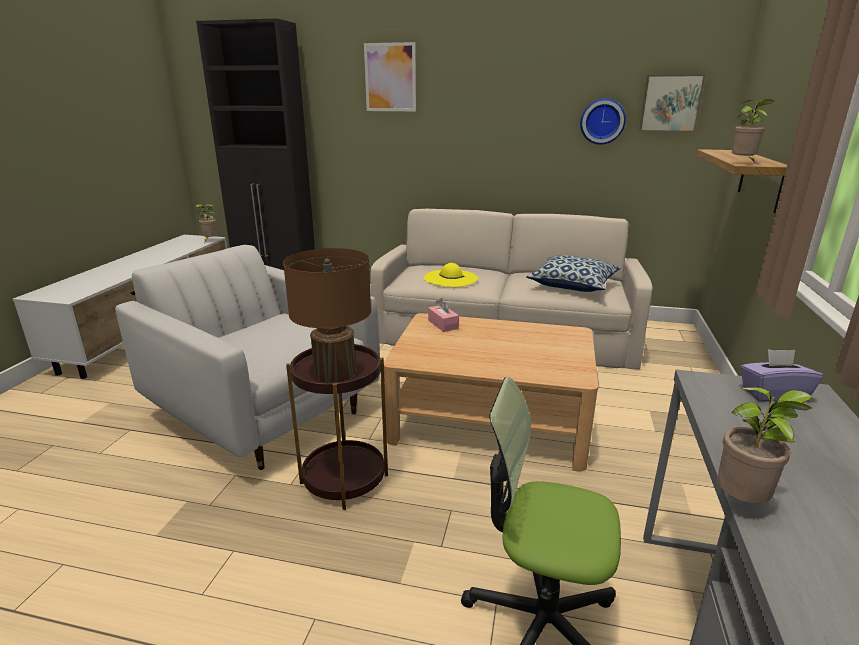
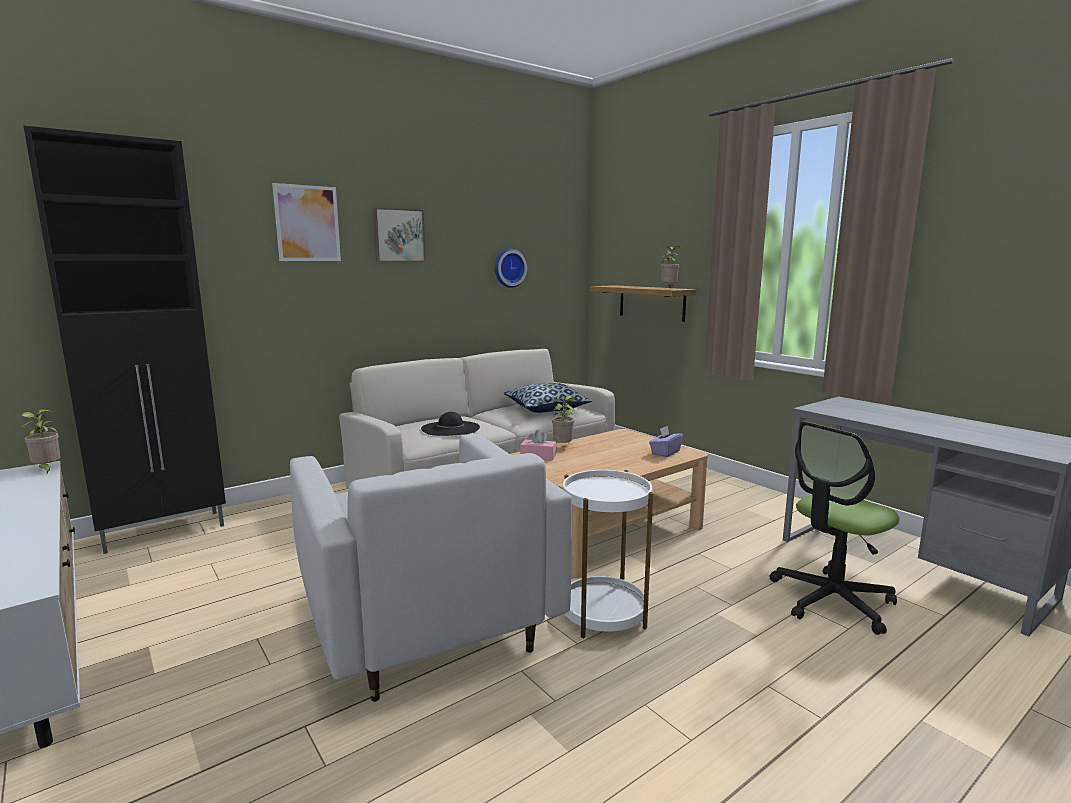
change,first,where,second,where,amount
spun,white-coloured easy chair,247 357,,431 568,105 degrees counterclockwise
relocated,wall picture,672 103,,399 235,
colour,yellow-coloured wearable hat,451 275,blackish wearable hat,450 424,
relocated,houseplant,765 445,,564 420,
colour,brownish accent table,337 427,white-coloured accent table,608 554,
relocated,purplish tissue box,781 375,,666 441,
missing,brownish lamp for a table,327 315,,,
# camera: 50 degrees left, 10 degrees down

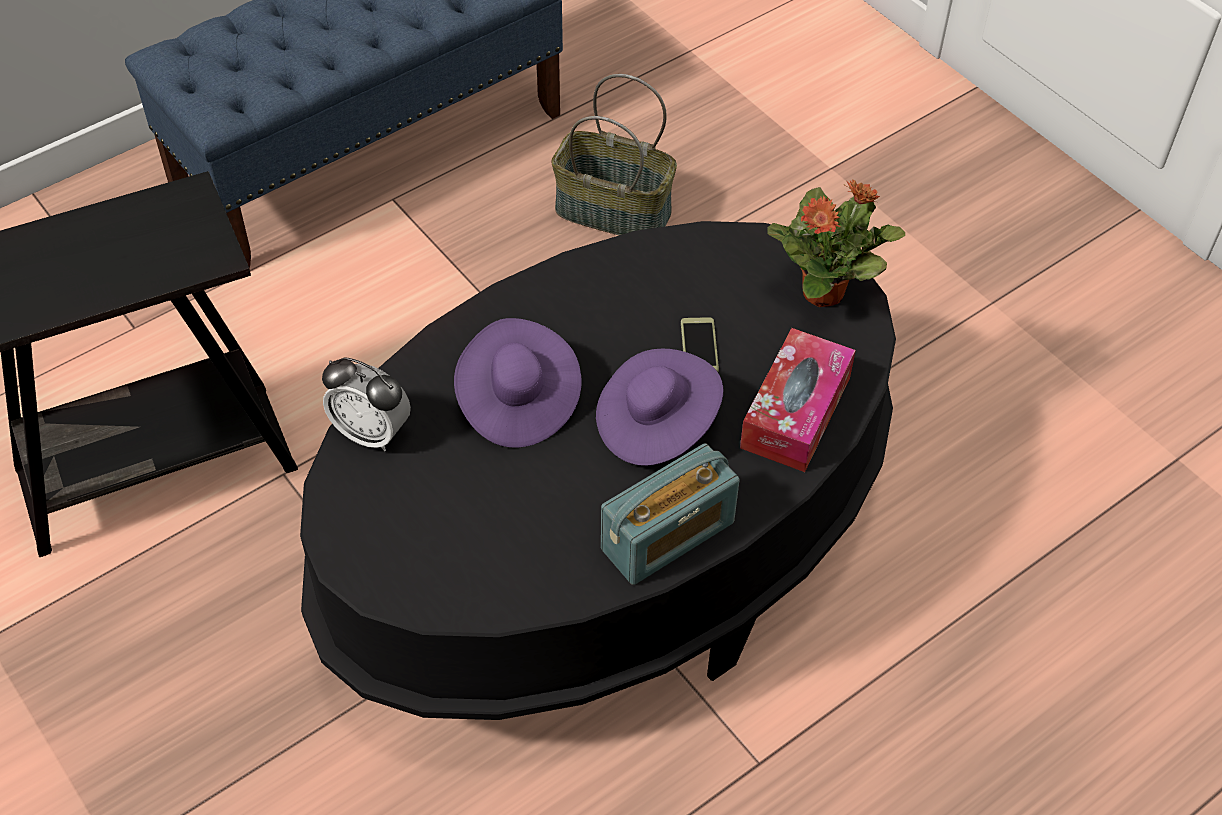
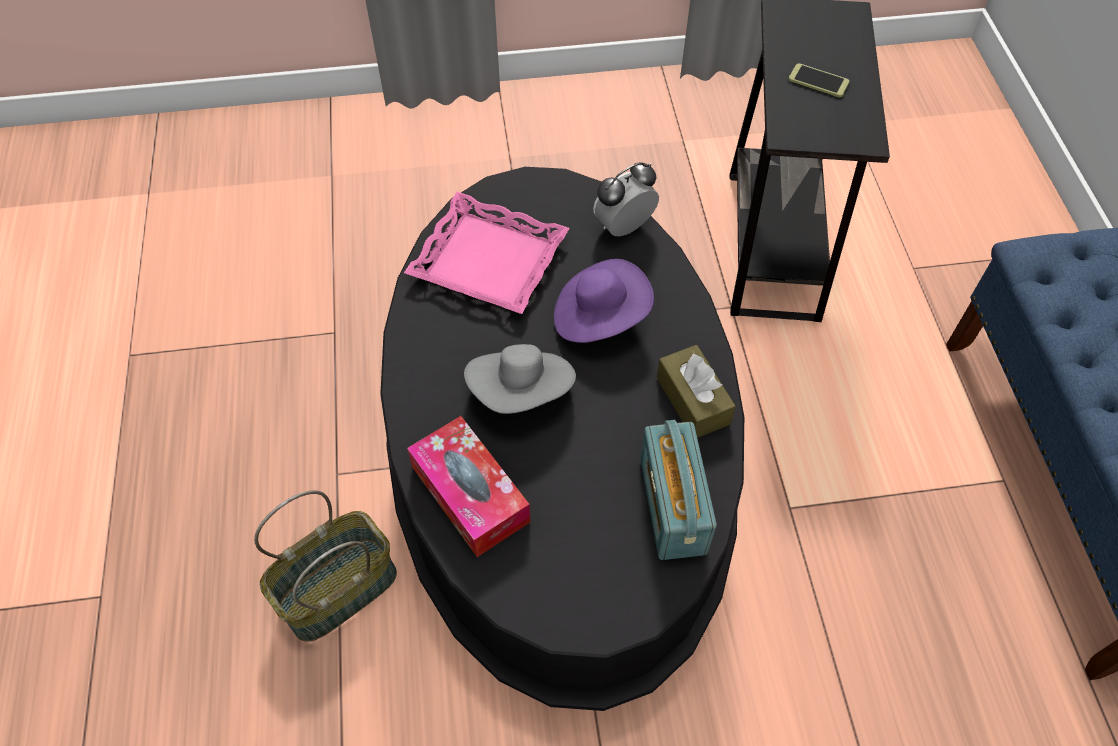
change,first,where,second,where,amount
relocated,household basket,614 155,,325 566,
appeared,,,pink-coloured tray,486 253,
colour,purplish wearable hat,659 407,gray wearable hat,520 379,
relocated,radio receiver,670 514,,678 490,
appeared,,,brownish tissue box,696 391,
relocated,phone,700 344,,819 80,
missing,houseplant,836 243,,,
# camera: 120 degrees right, 5 degrees up

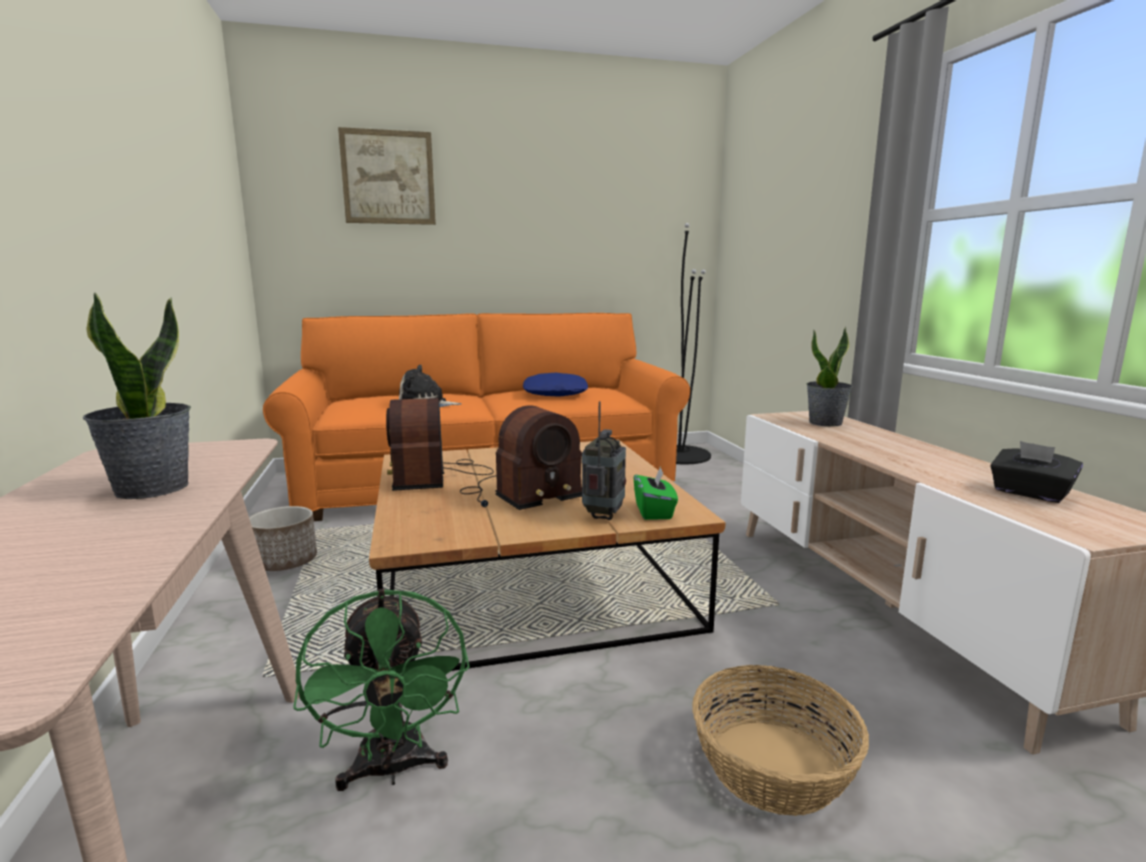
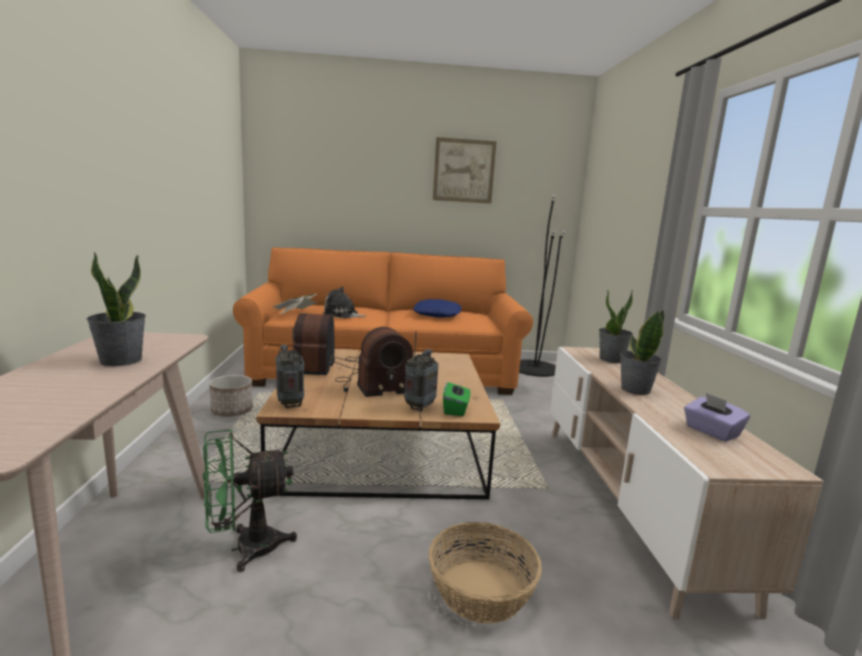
change,first,where,second,where,amount
spun,greenish fan,381 690,,250 500,75 degrees clockwise
appeared,,,volume,295 303,
appeared,,,radio receiver,290 367,
relocated,wall picture,387 176,,465 170,
appeared,,,houseplant,642 352,
colour,blackish tissue box,1036 472,purplish tissue box,717 417,
# camera: 10 degrees right, 0 degrees up

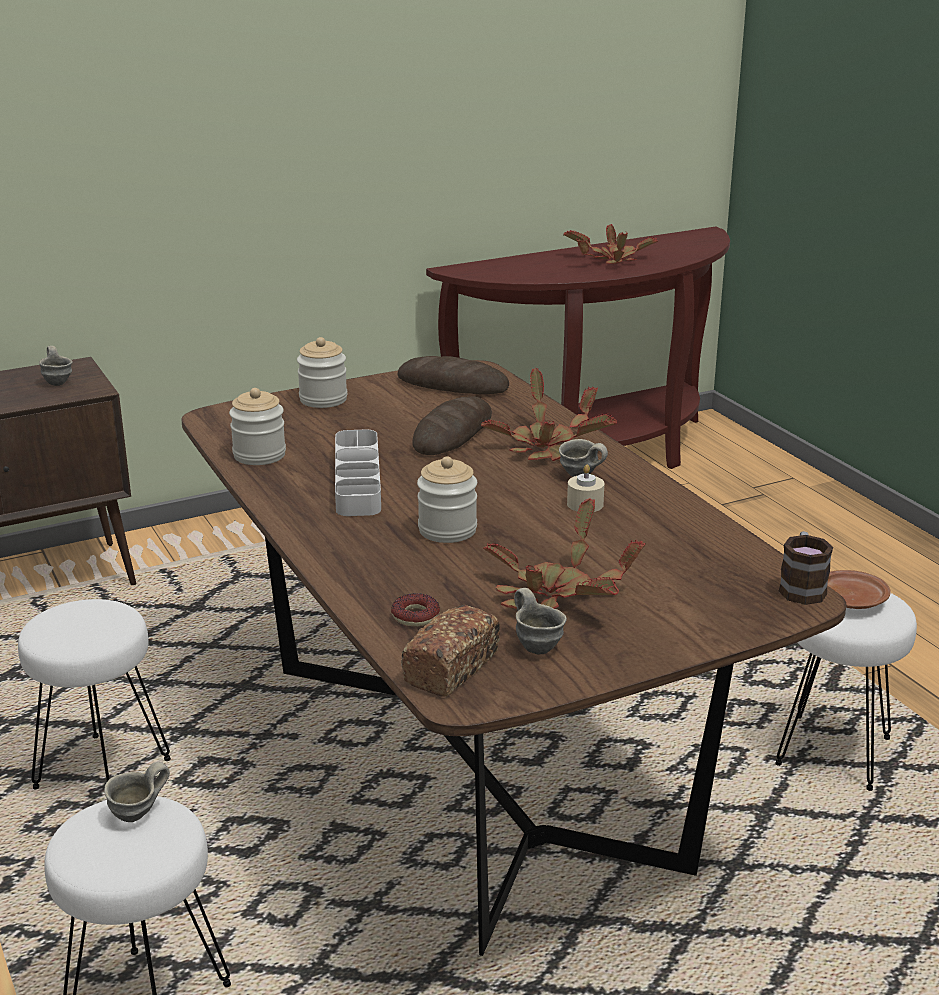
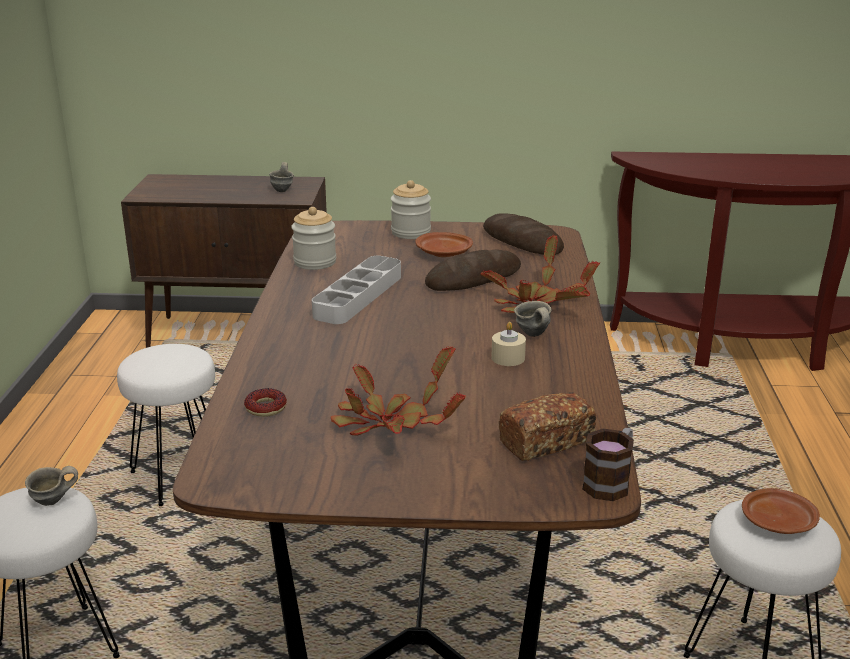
change,first,where,second,where,amount
appeared,,,brownish flat dish,444 244,
relocated,bakery bread,450 651,,547 426,
missing,preserve jar,447 499,,,
missing,gray tea mug,540 621,,,
missing,houseplant,610 244,,,
# camera: 30 degrees right, 0 degrees up

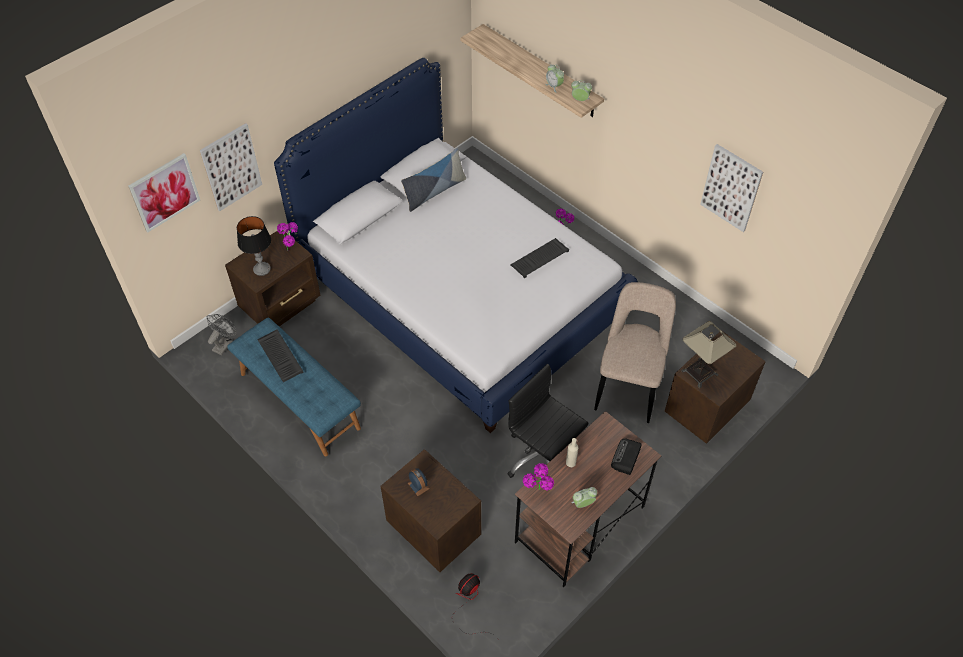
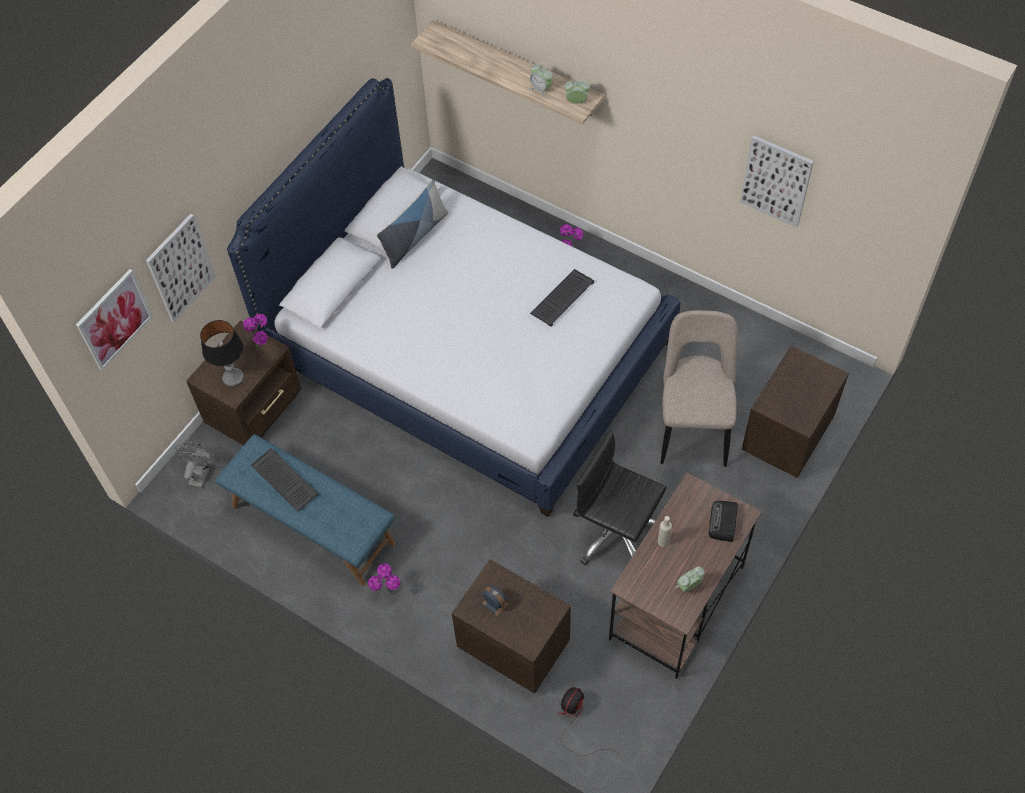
change,first,where,second,where,amount
relocated,houseplant,538 476,,384 577,
missing,lamp for a table,708 354,,,
# camera: 10 degrees left, 5 degrees up

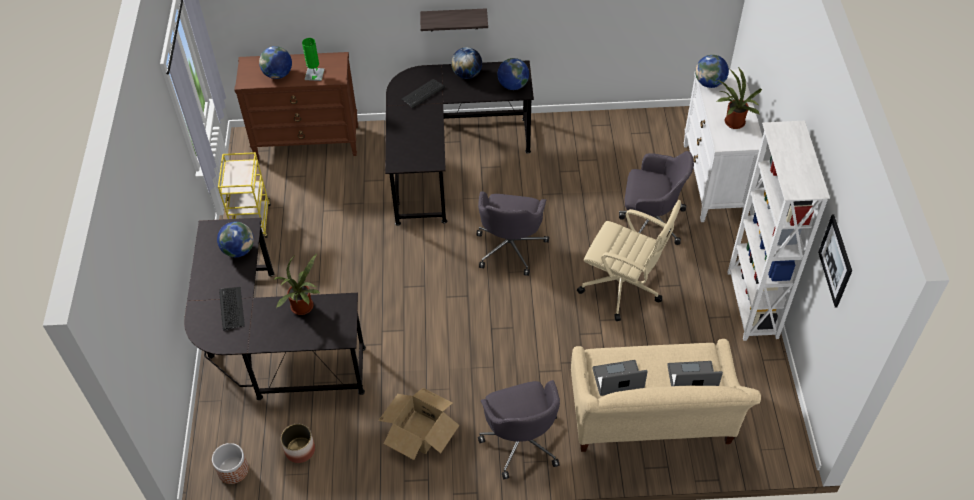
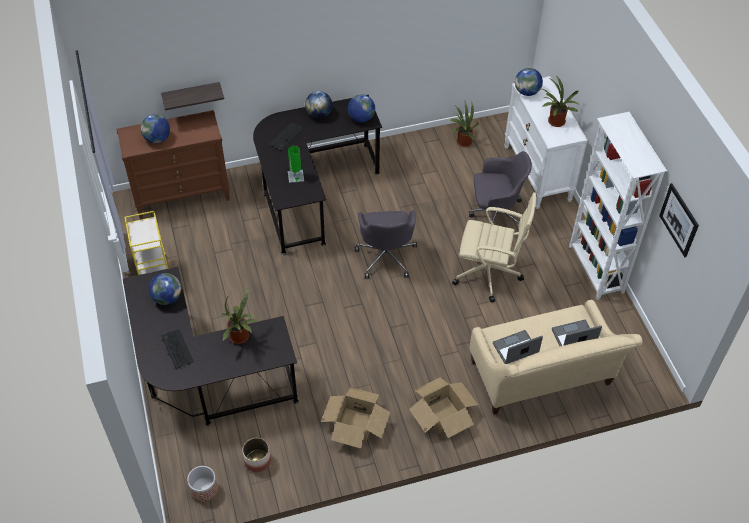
change,first,where,second,where,amount
relocated,shelf,454 19,,192 96,
relocated,greenish lamp for a table,313 59,,296 164,
exchanged,gray computer chair,519 429,packing box,443 407,
appeared,,,houseplant,464 124,
# camera: 15 degrees left, 0 degrees up

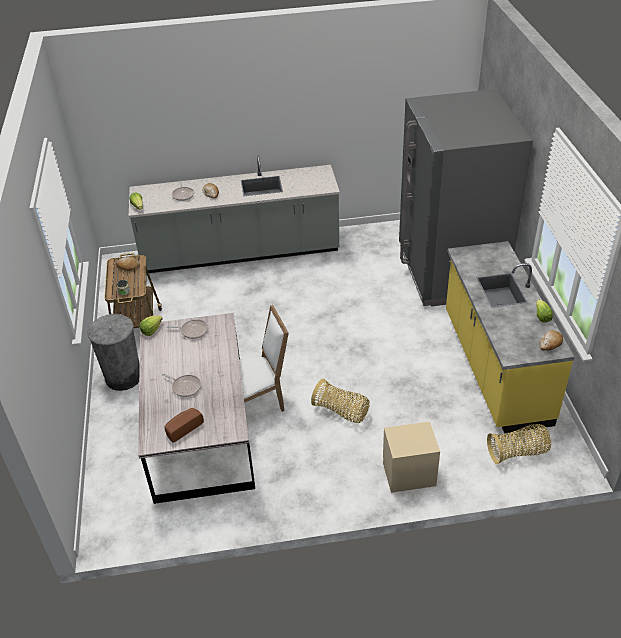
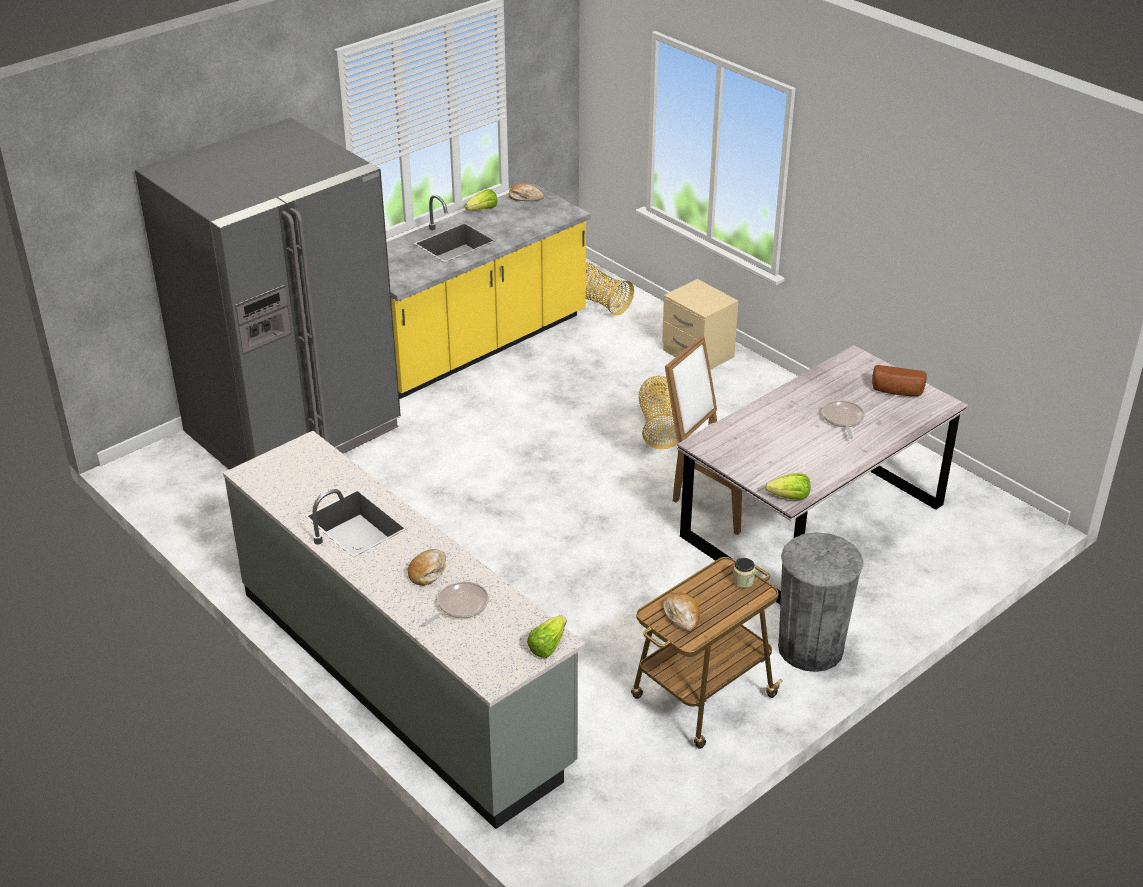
change,first,where,second,where,amount
missing,pan,187 329,,,
# camera: 125 degrees left, 5 degrees down

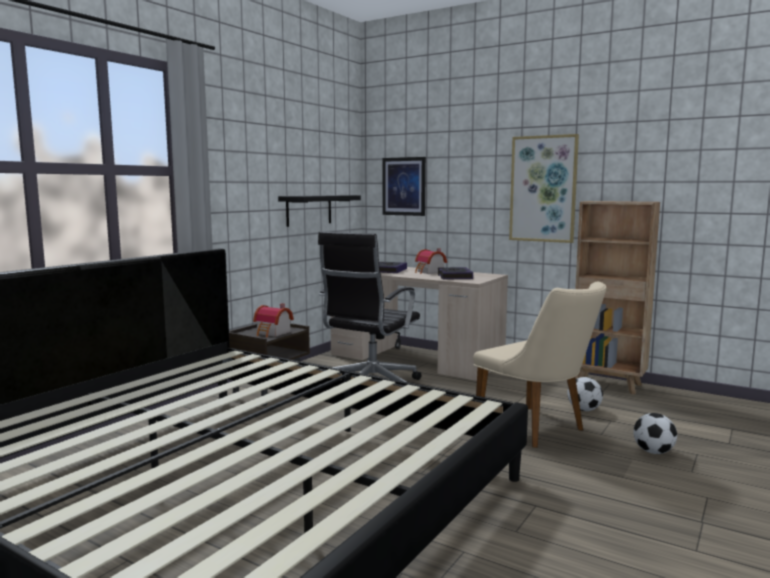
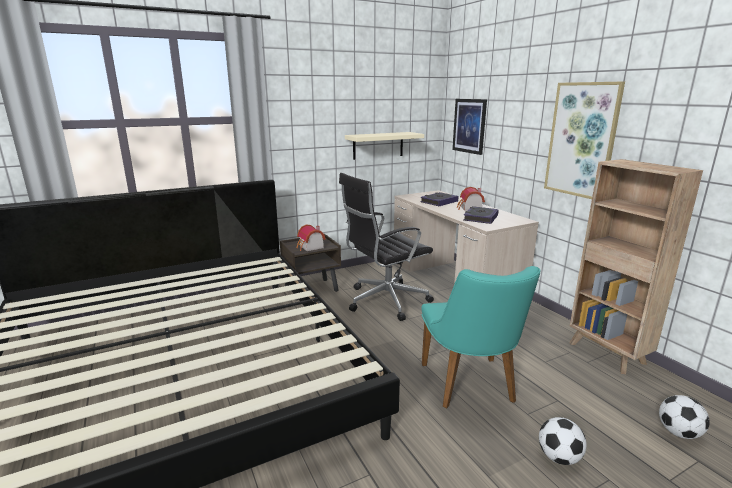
change,first,where,second,where,amount
colour,blackish shelf,319 211,beige-coloured shelf,384 146,
colour,beige-coloured upright chair,539 365,turquoise upright chair,480 337,
relocated,football ball,585 394,,684 417,
# camera: 30 degrees right, 10 degrees up

